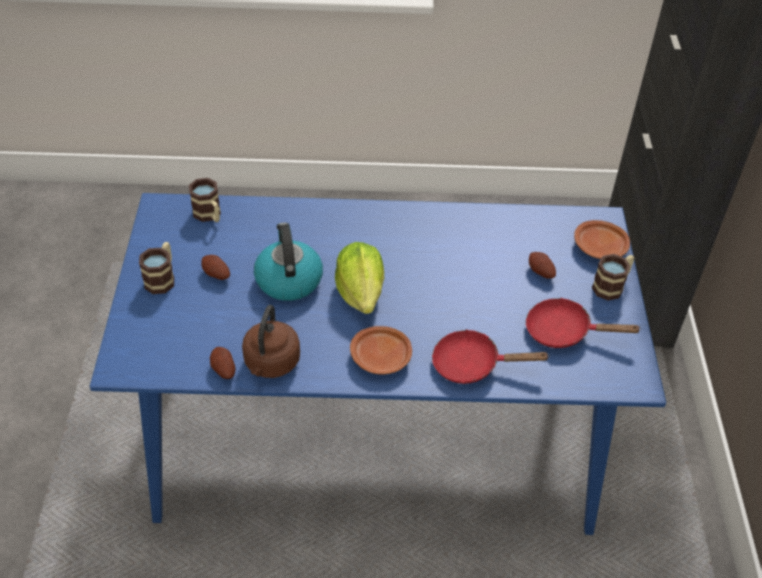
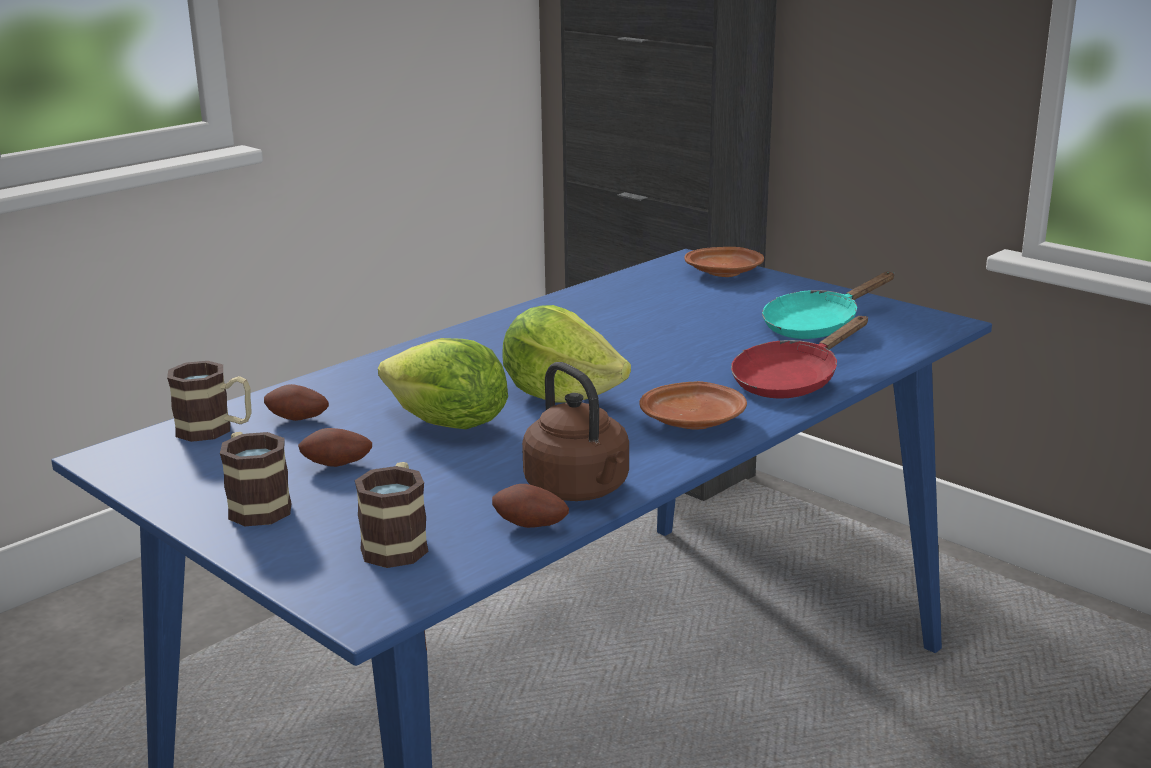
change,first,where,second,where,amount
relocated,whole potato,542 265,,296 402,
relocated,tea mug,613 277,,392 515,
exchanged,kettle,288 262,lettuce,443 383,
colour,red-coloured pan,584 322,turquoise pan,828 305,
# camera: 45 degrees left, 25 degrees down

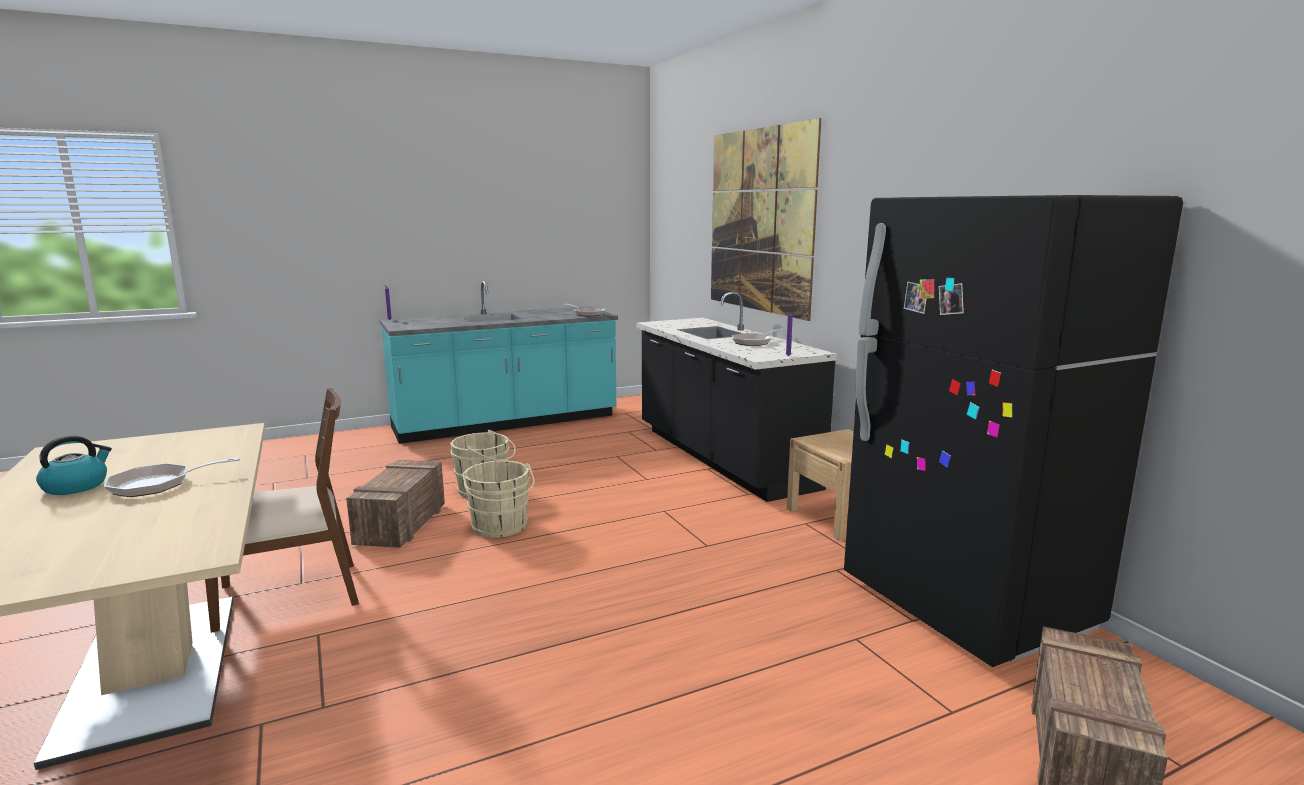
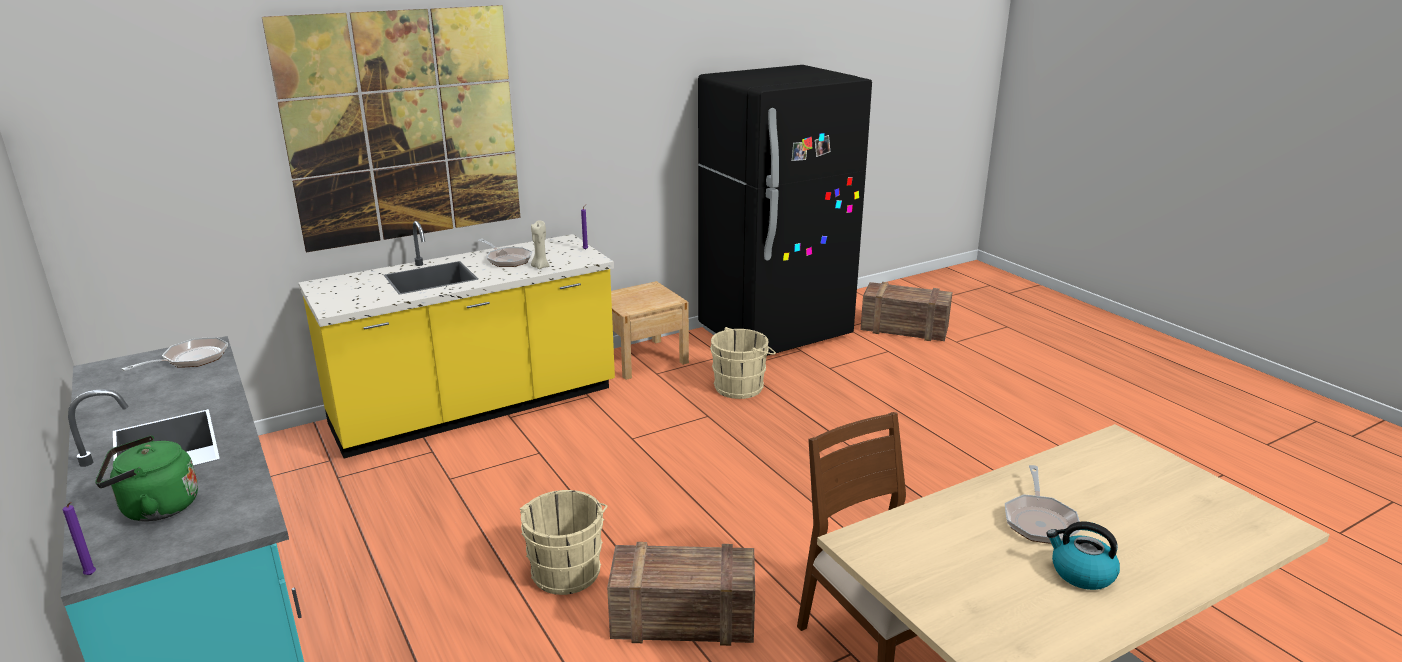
change,first,where,second,where,amount
appeared,,,greenish kettle,146 479,
colour,blackish counter,737 397,yellow-coloured counter,456 339,
appeared,,,beige-coloured candle,540 244,
relocated,beige-coloured water bucket,498 499,,743 363,
spun,pan,172 477,,1043 504,45 degrees clockwise
# camera: 95 degrees left, 10 degrees up

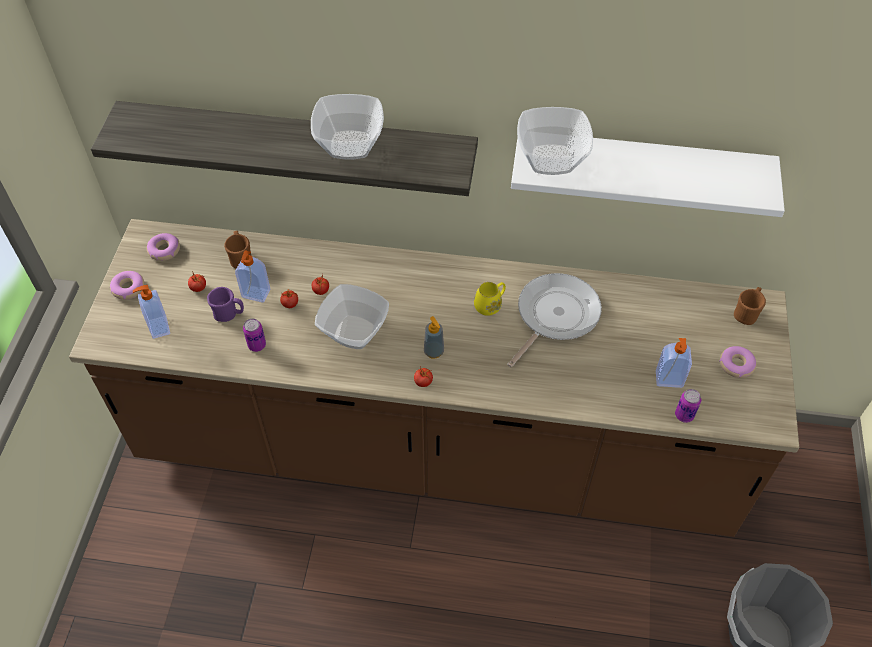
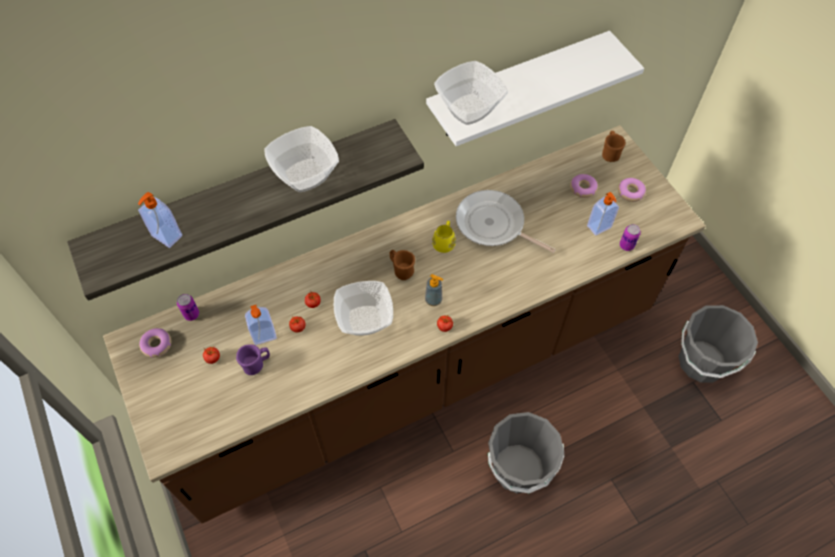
change,first,where,second,where,amount
relocated,liquid soap bottle,151 312,,160 220,
relocated,metal can,254 335,,188 307,
relocated,brownish tea mug,237 249,,402 265,
spun,pan,554 320,,506 221,60 degrees counterclockwise
appeared,,,gray water bucket,526 452,
relocated,doughnut,127 285,,584 186,
# camera: 35 degrees left, 5 degrees up

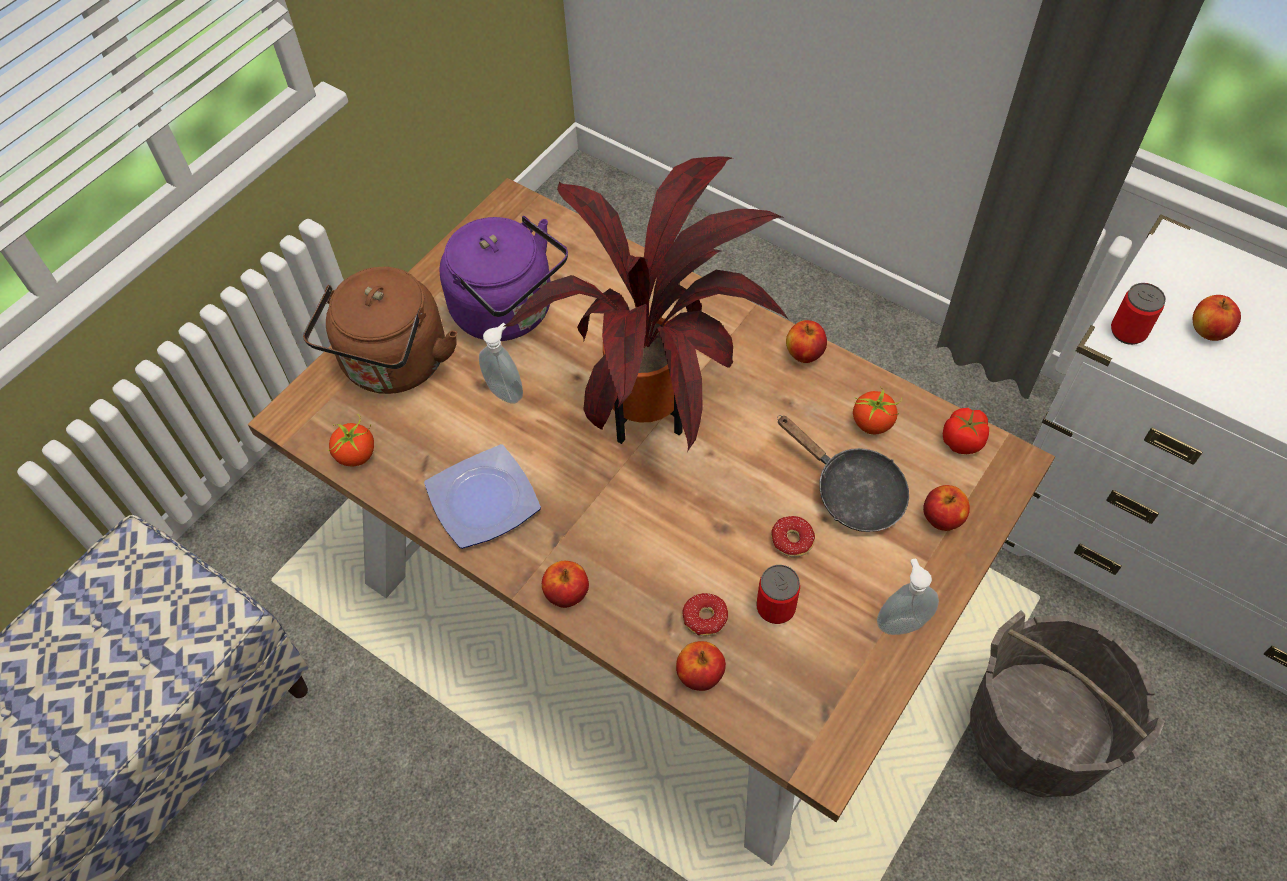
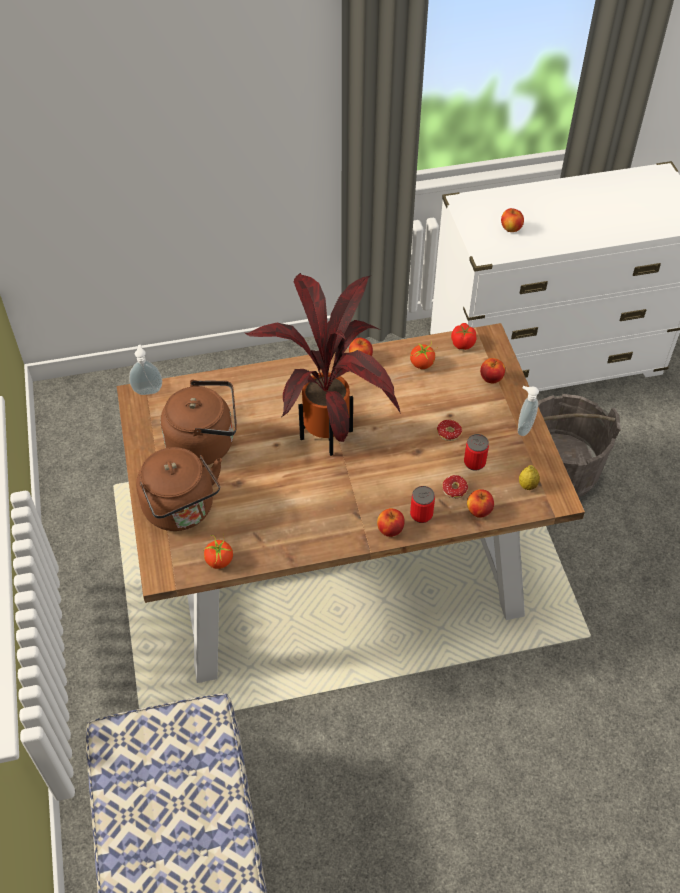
change,first,where,second,where,amount
relocated,liquid soap bottle,501 363,,145 370,
colour,purplish kettle,503 278,brownish kettle,198 422,
relocated,metal can,1138 314,,422 504,
appeared,,,whole lemon,529 477,
missing,flat dish,482 496,,,
missing,blackish pan,843 473,,,
# camera: 50 degrees left, 5 degrees down

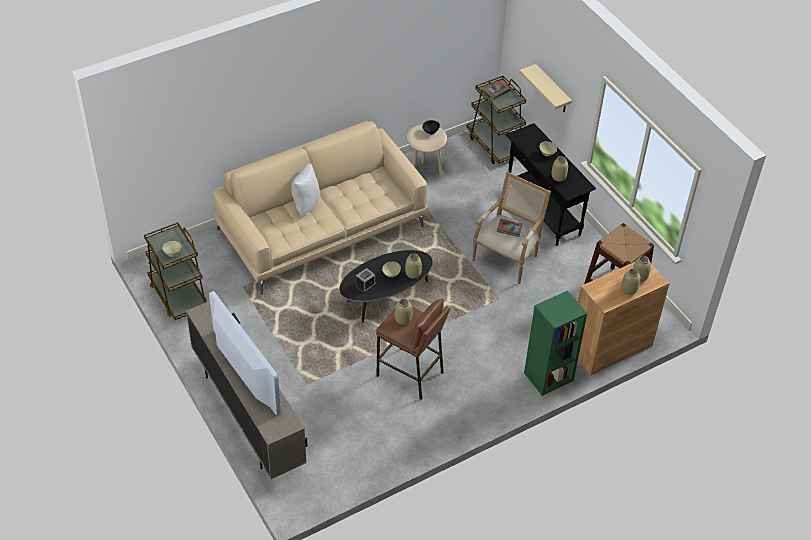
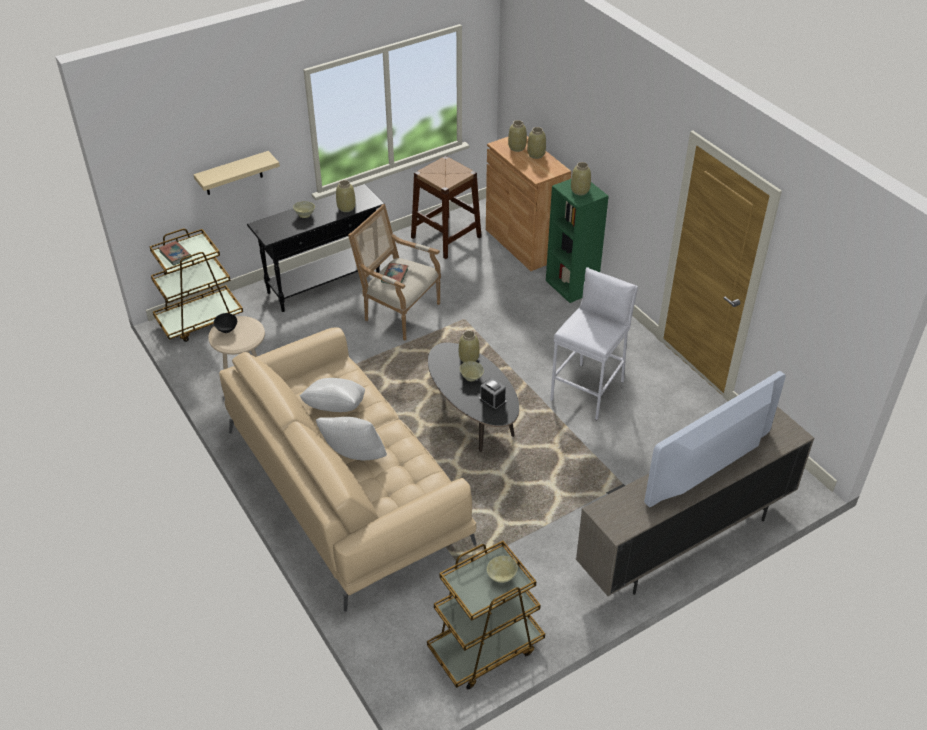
change,first,where,second,where,amount
appeared,,,white-coloured cushion,332 395,
colour,brownish stool seat,413 349,white-coloured stool seat,594 343,
relocated,beige-coloured vase,403 311,,581 178,
# camera: 90 degrees left, 5 degrees down

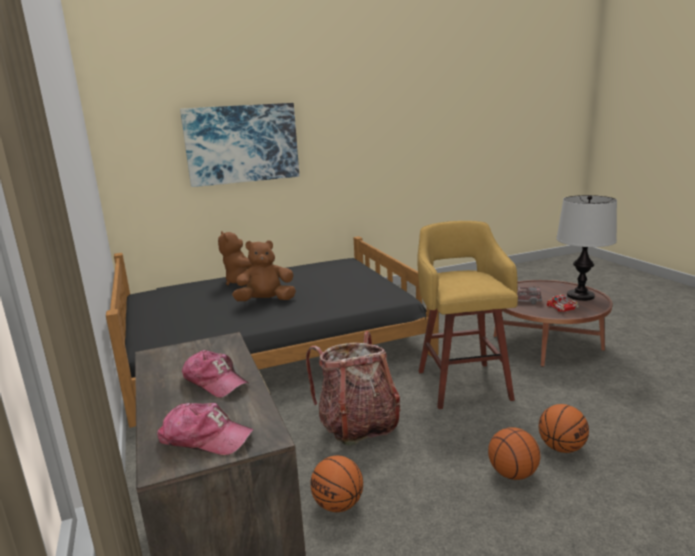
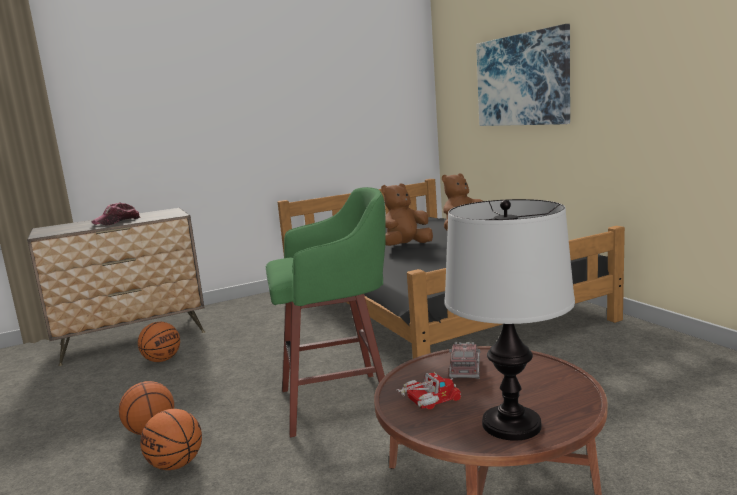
change,first,where,second,where,amount
colour,yellow-coloured stool seat,467 315,greenish stool seat,326 312,
spun,brownish cuddly toy,264 270,,407 215,105 degrees counterclockwise
missing,peaked cap,205 429,,,
missing,knapsack,353 388,,,
# camera: 85 degrees right, 5 degrees down

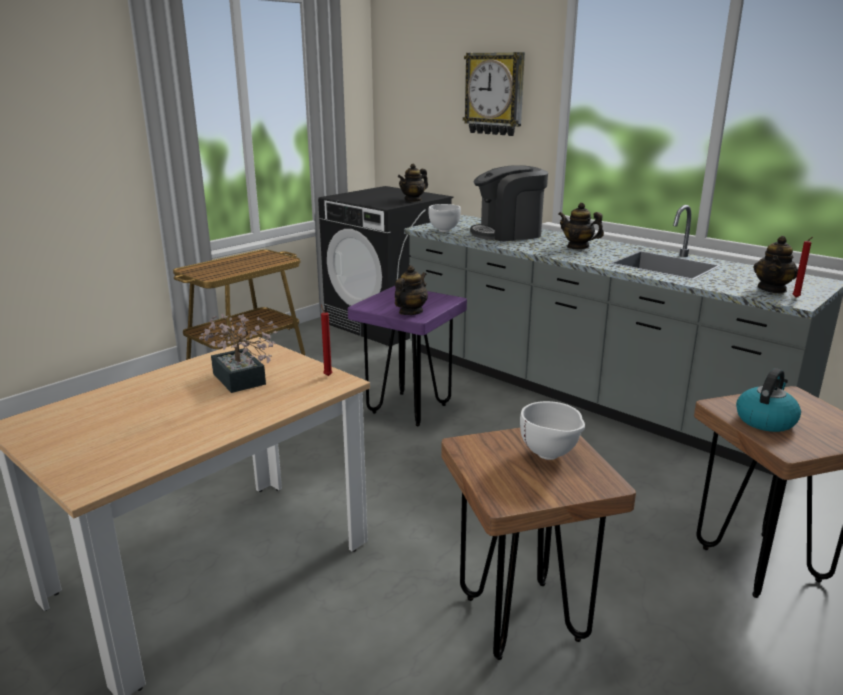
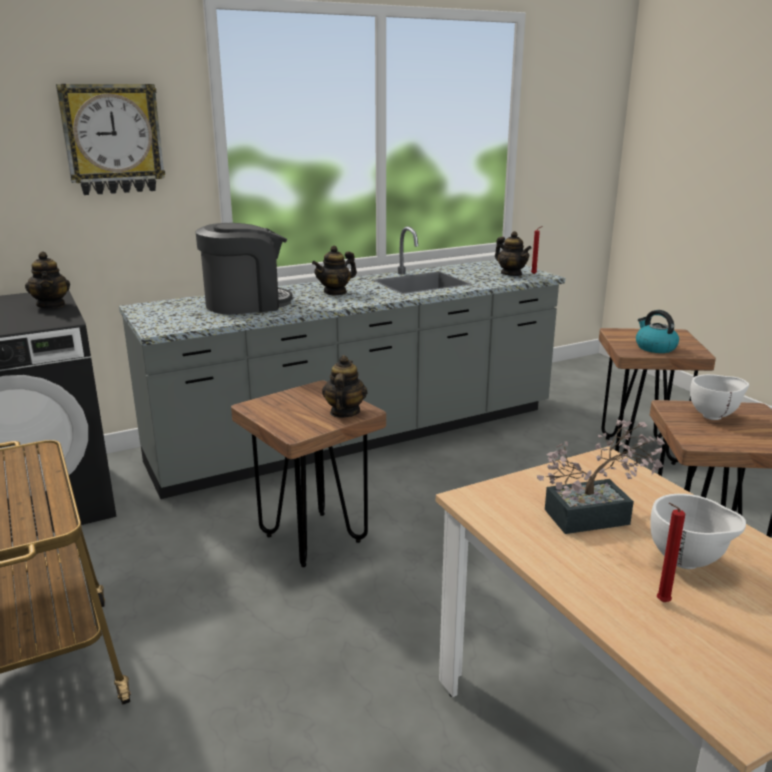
change,first,where,second,where,amount
spun,coffee maker,509 203,,244 268,120 degrees counterclockwise
colour,purplish stool seat,407 356,brownish stool seat,308 473,
spun,pot for tea,411 290,,344 386,45 degrees clockwise
relocated,white-coloured serving bowl,444 218,,698 531,
relocated,red-coloured candle,327 340,,671 552,
# camera: 70 degrees left, 0 degrees up

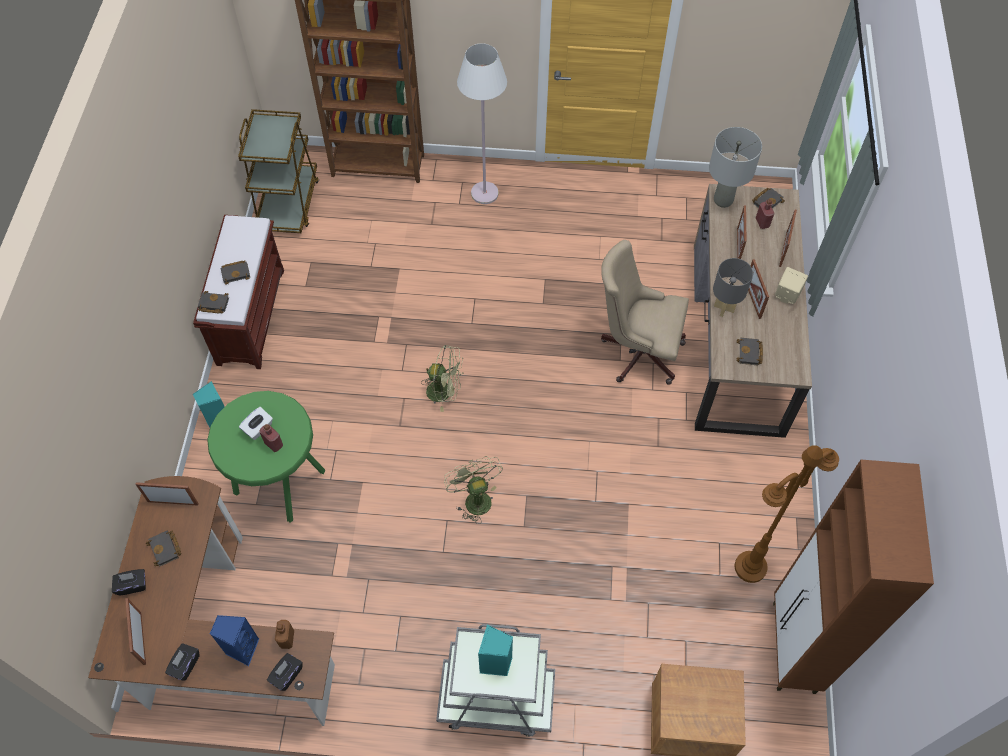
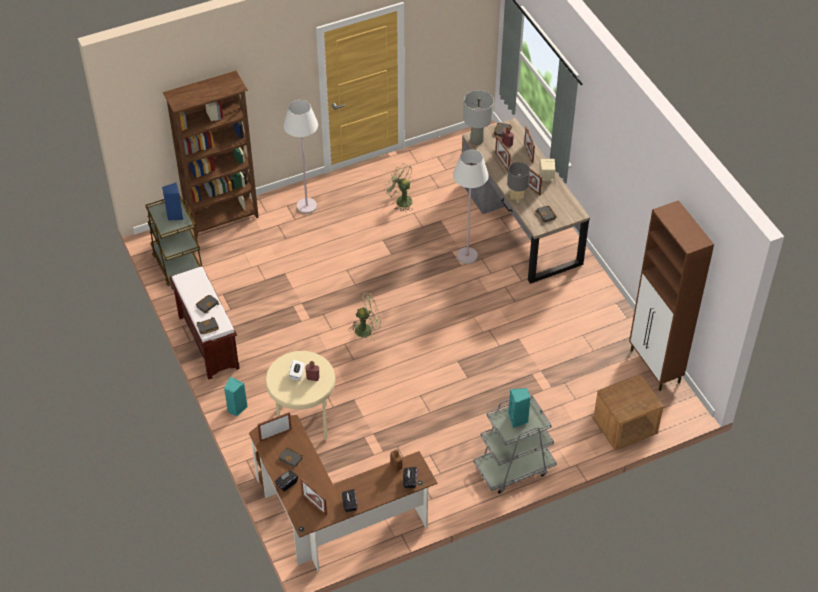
change,first,where,second,where,amount
relocated,blue speaker,235 640,,172 201,
colour,greenish stool seat,266 457,beige-coloured stool seat,300 395,
relocated,greenish fan,473 490,,398 187,
exchanged,beige-coloured computer chair,645 312,white-coloured standing lamp,471 207,
missing,brownish standing lamp,787 514,,,
# camera: 30 degrees left, 10 degrees down

